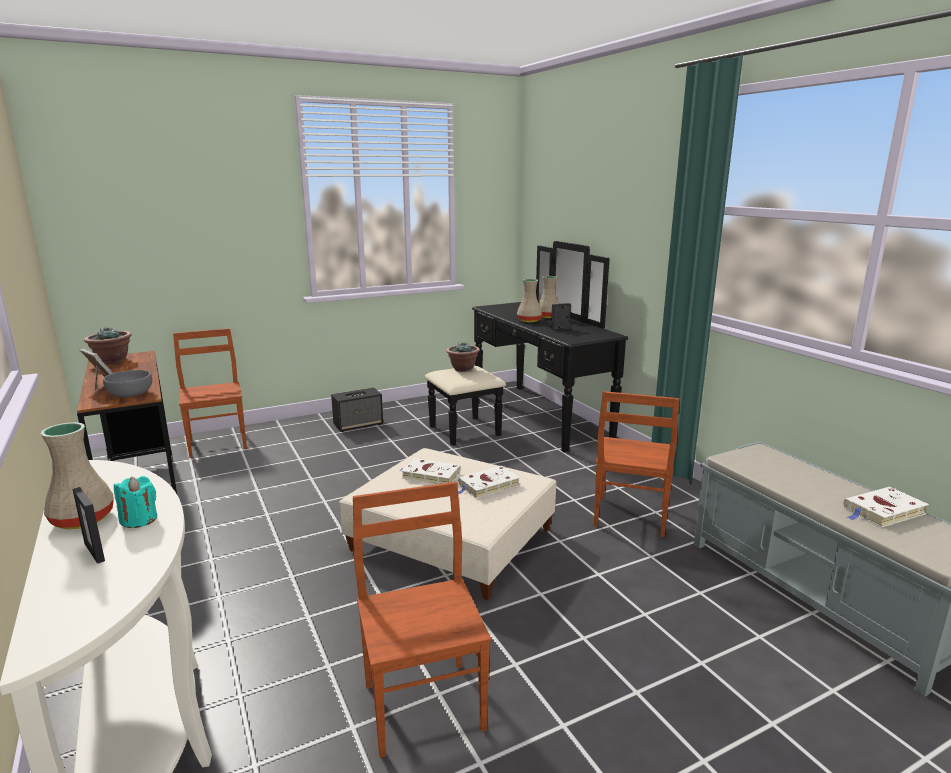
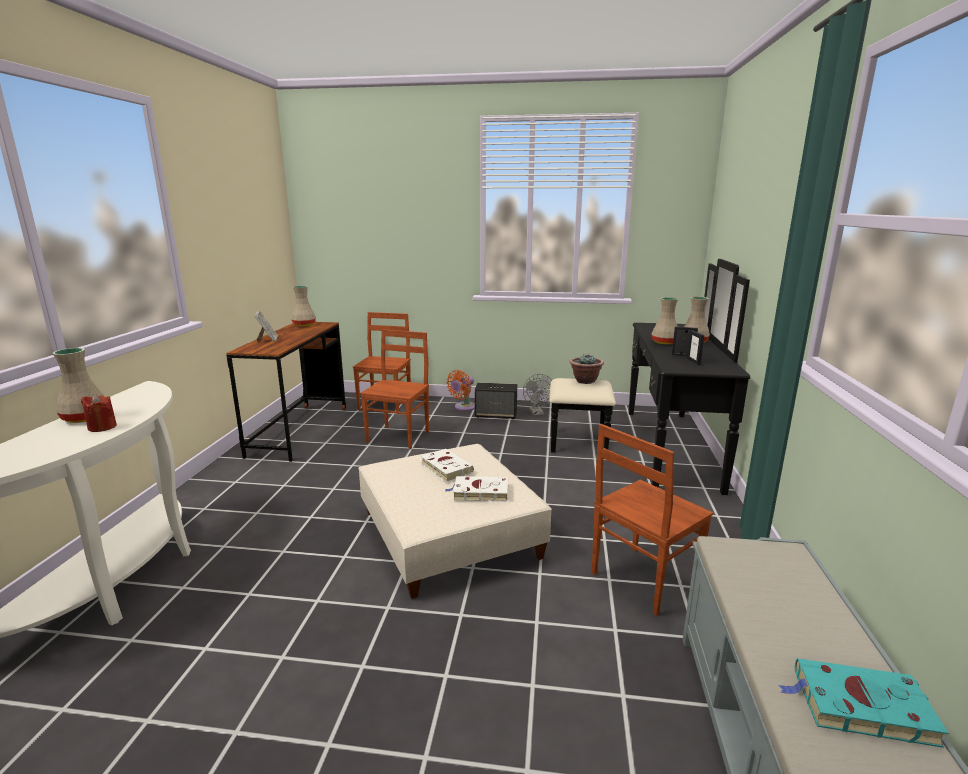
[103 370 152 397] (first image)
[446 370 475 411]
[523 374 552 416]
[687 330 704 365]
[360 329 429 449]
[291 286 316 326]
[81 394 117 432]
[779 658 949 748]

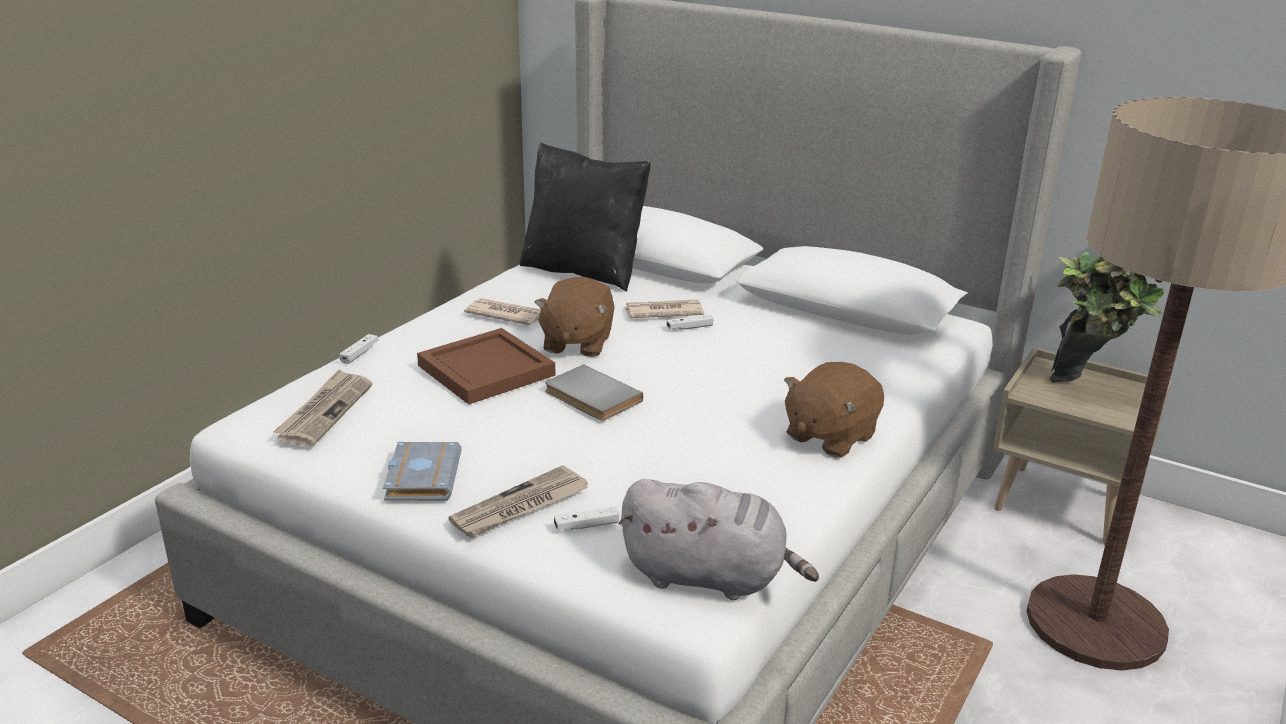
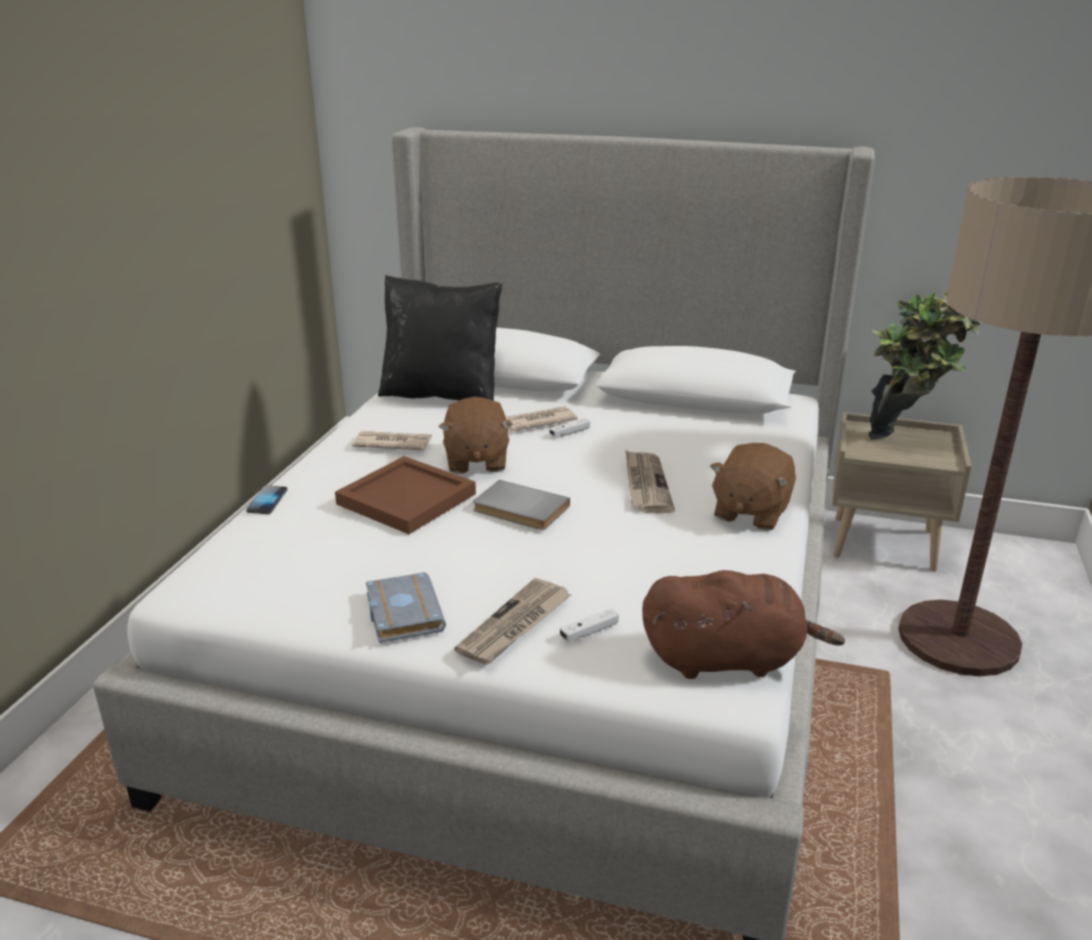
[626 450 675 513]
[246 485 288 514]
[642 570 845 679]

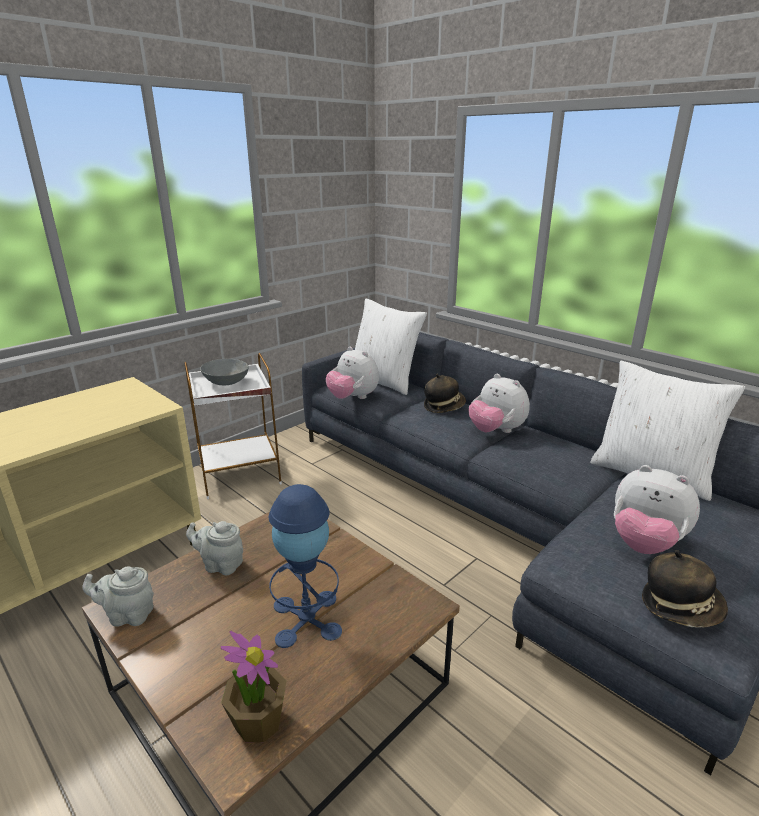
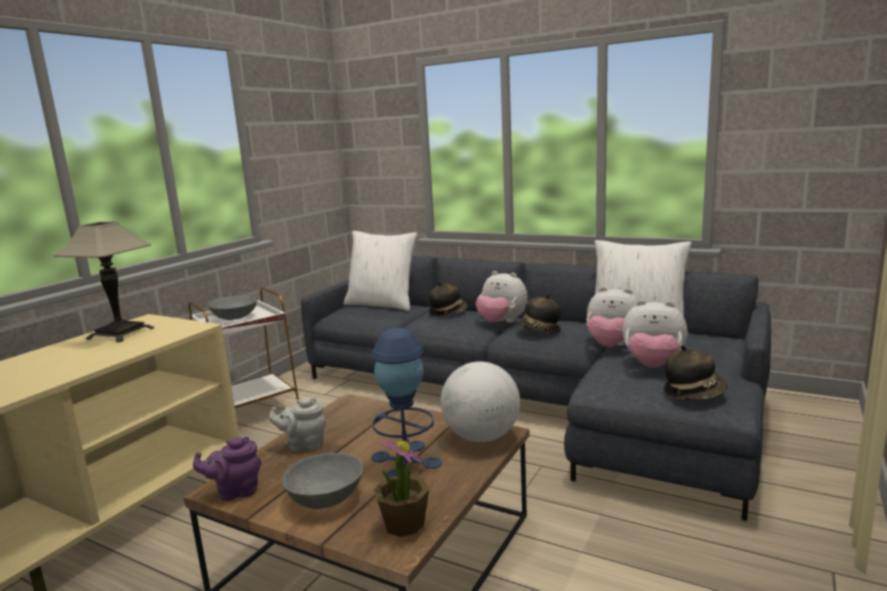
[53 222 154 342]
[283 453 363 509]
[441 361 520 442]
[517 294 561 333]
[586 287 639 347]
[193 437 261 501]

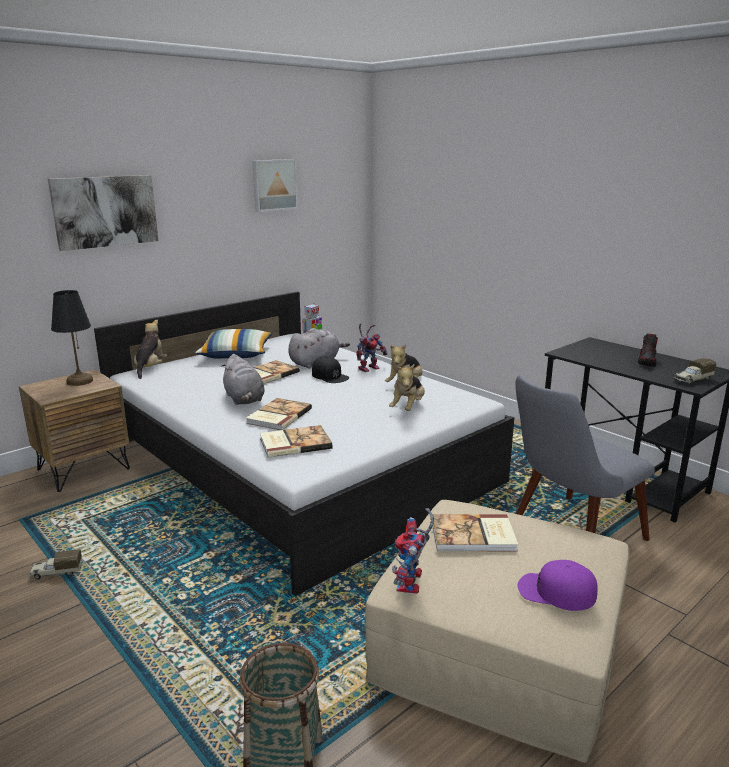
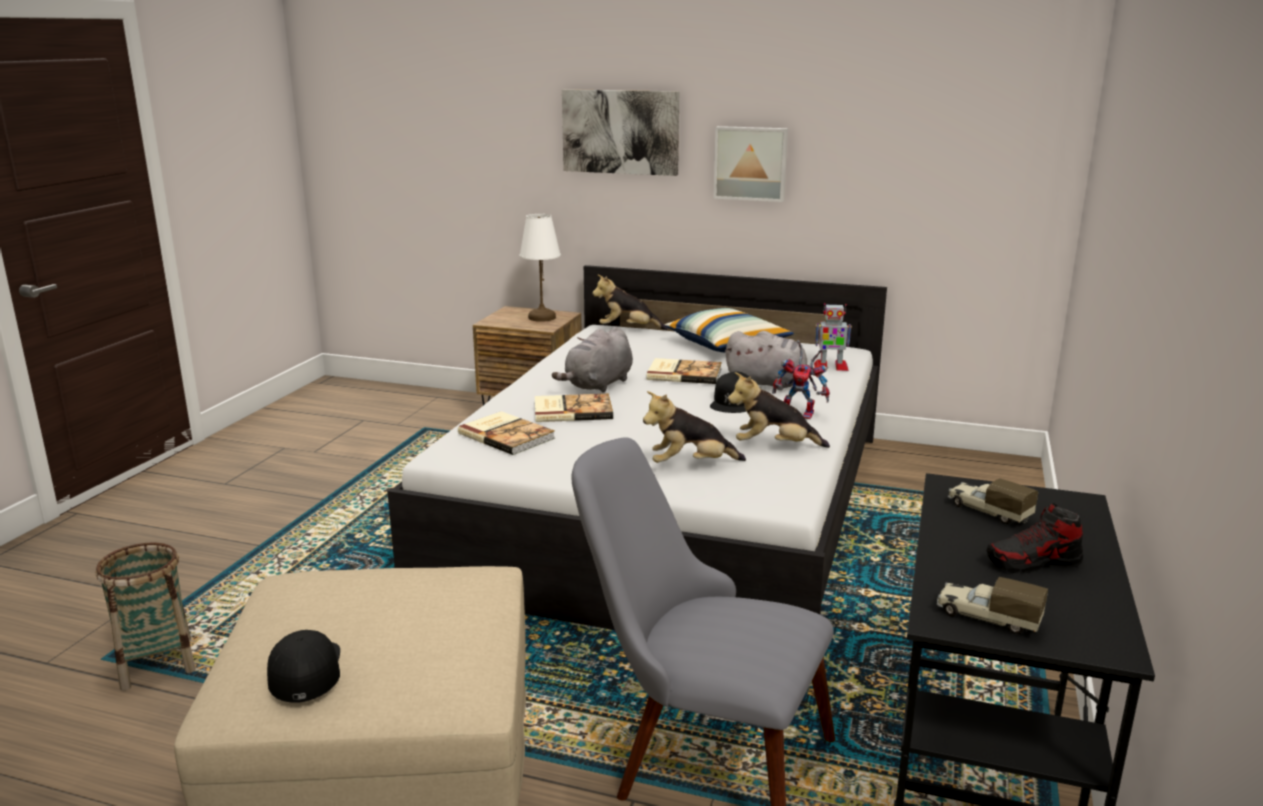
[392 508 434 594] (first image)
[433 514 518 552] (first image)
[948 479 1038 524]
[713 126 788 202]
[519 214 561 322]
[267 630 340 703]
[592 275 668 330]

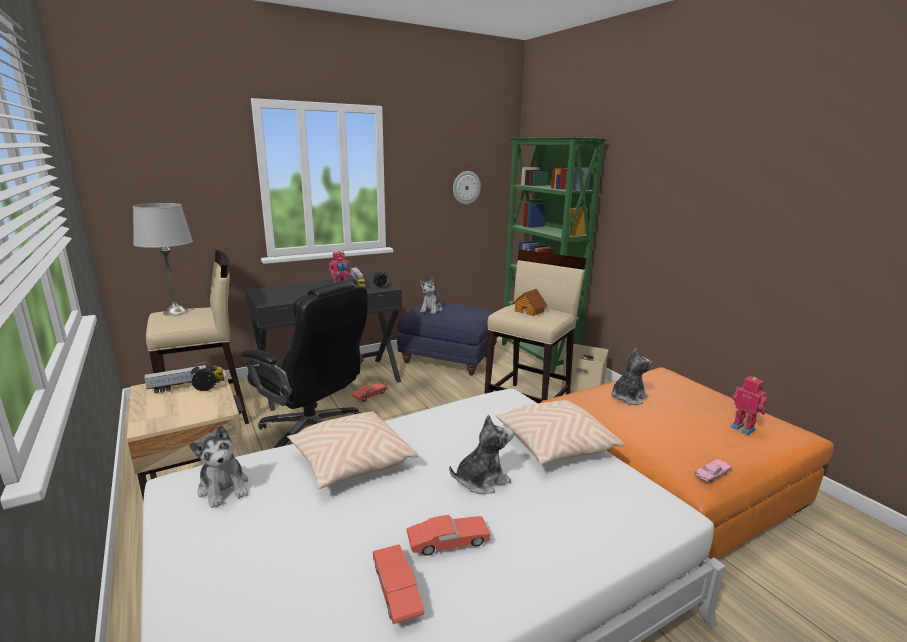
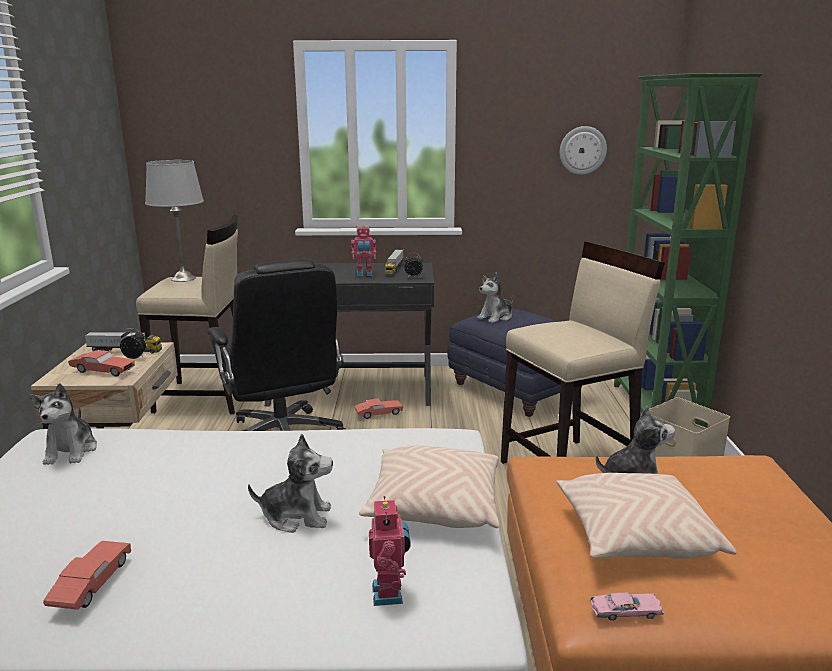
[512 289 547 316] (first image)
[556 473 737 559]
[68 350 135 376]
[369 496 411 606]

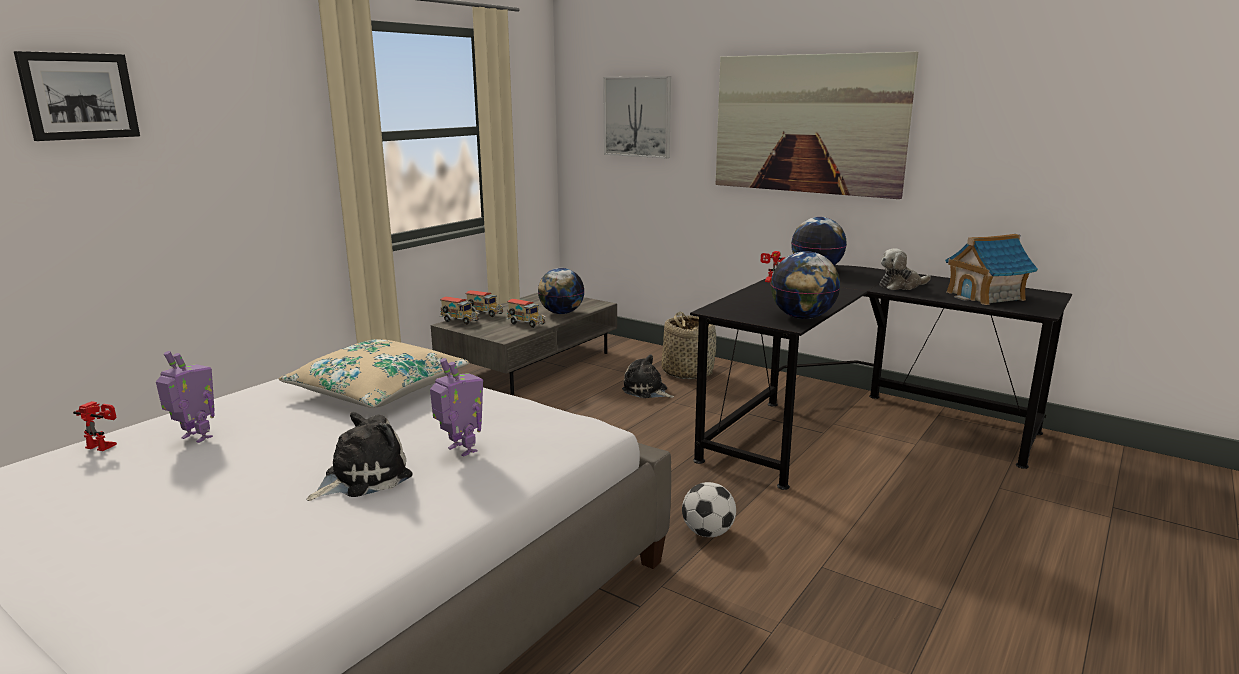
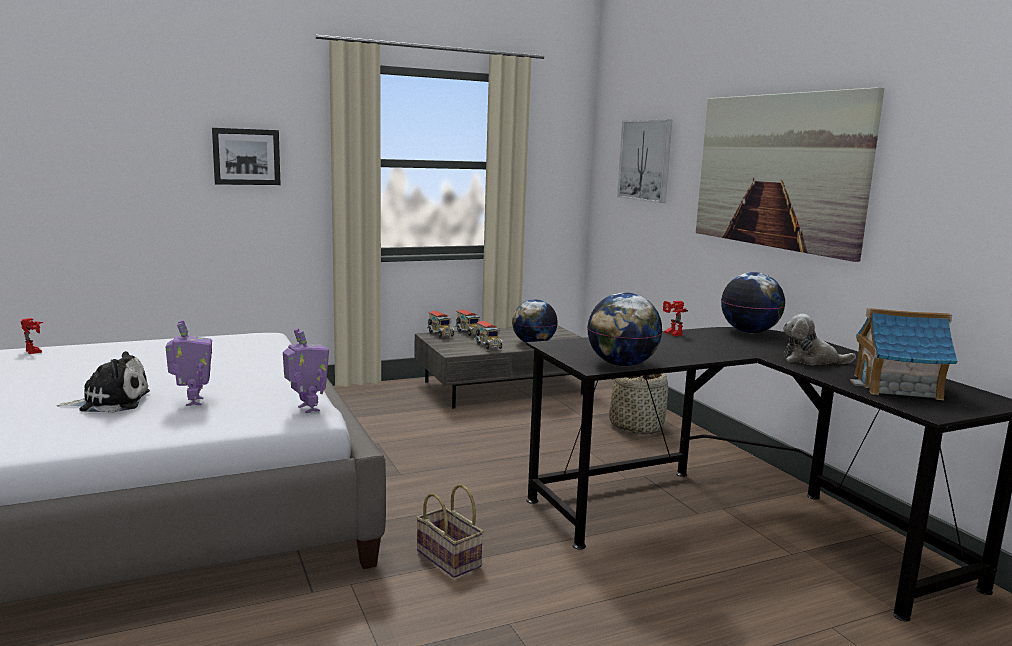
[279 339 469 408] (first image)
[622 354 674 398] (first image)
[212 128 281 185]
[283 328 329 413]
[416 484 484 578]

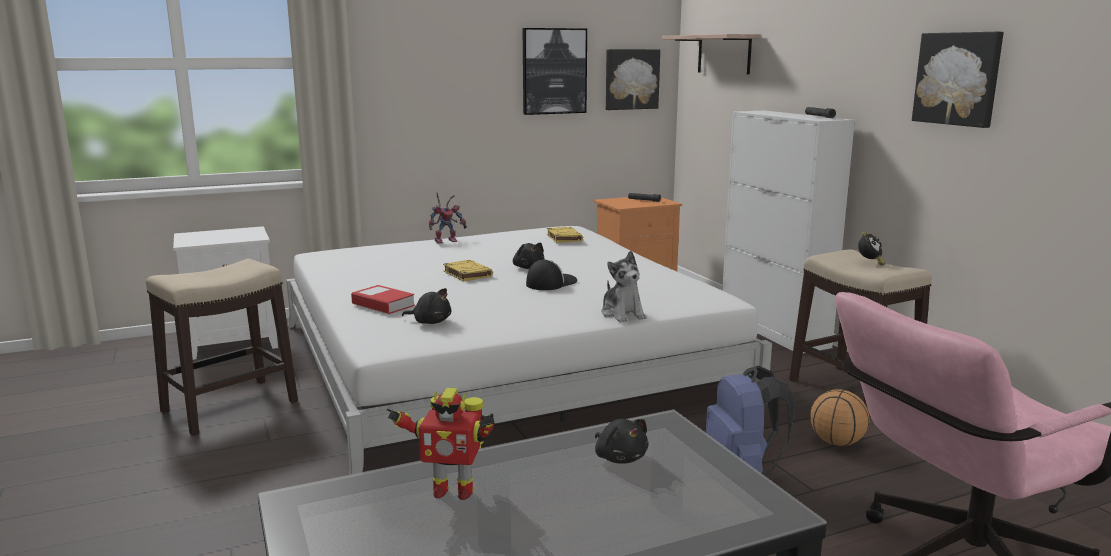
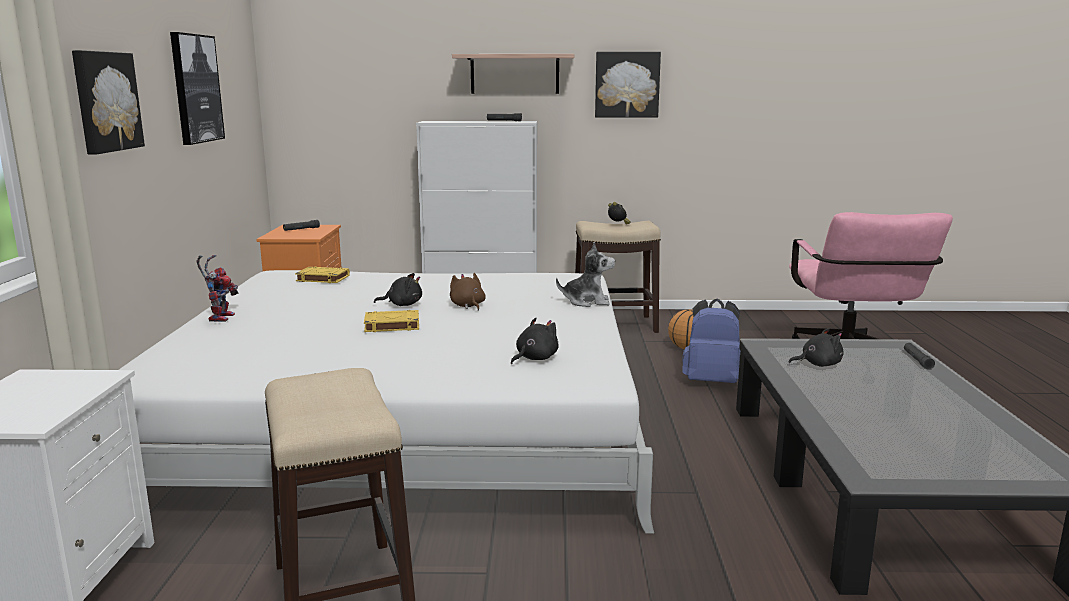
[351 285 415 314] (first image)
[387 388 495 500] (first image)
[904 343 935 369]
[72 50 145 155]
[452 54 574 94]
[450 273 486 311]

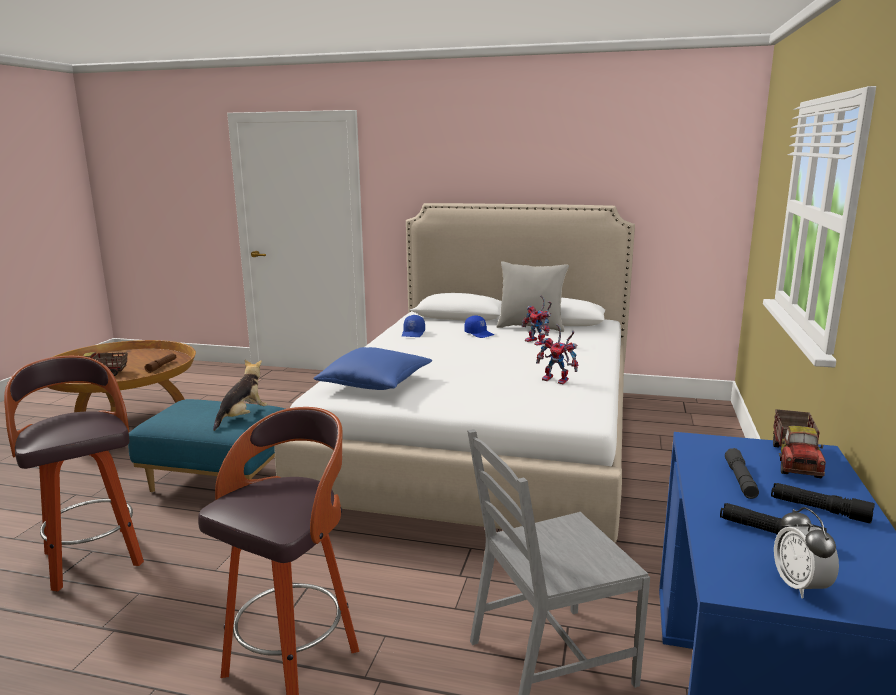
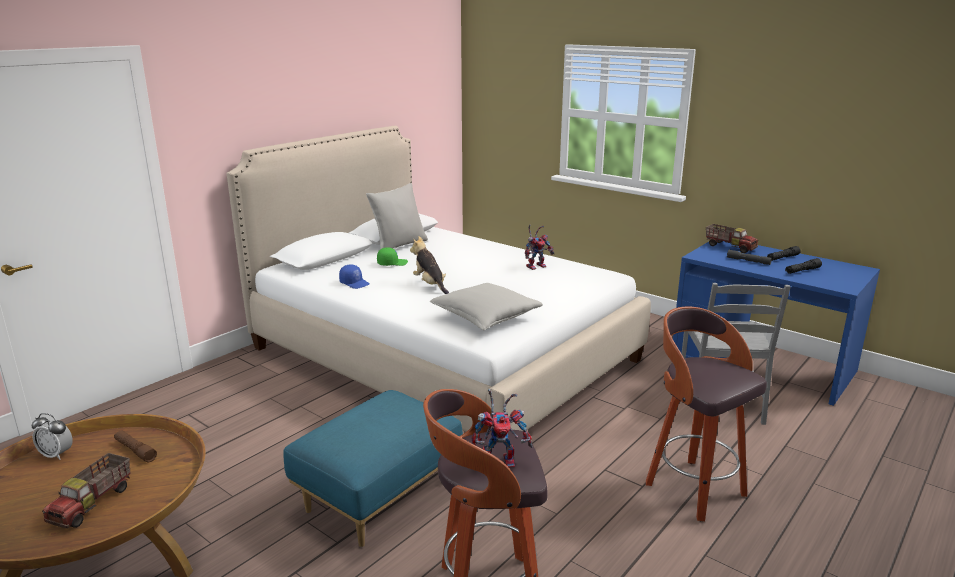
[410 236 449 294]
[472 389 533 468]
[32 413 73 460]
[430 283 543 330]
[377 247 408 266]

